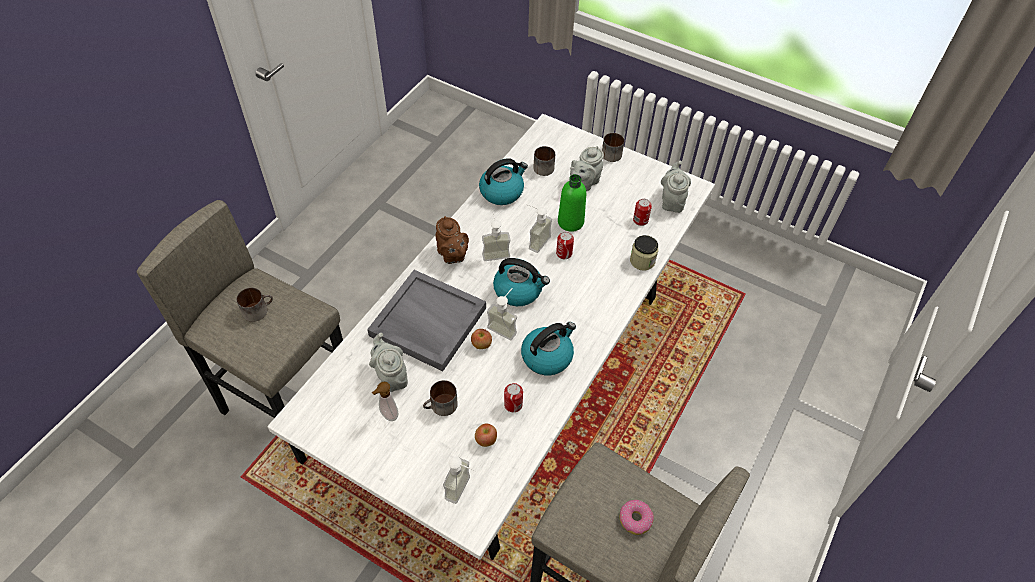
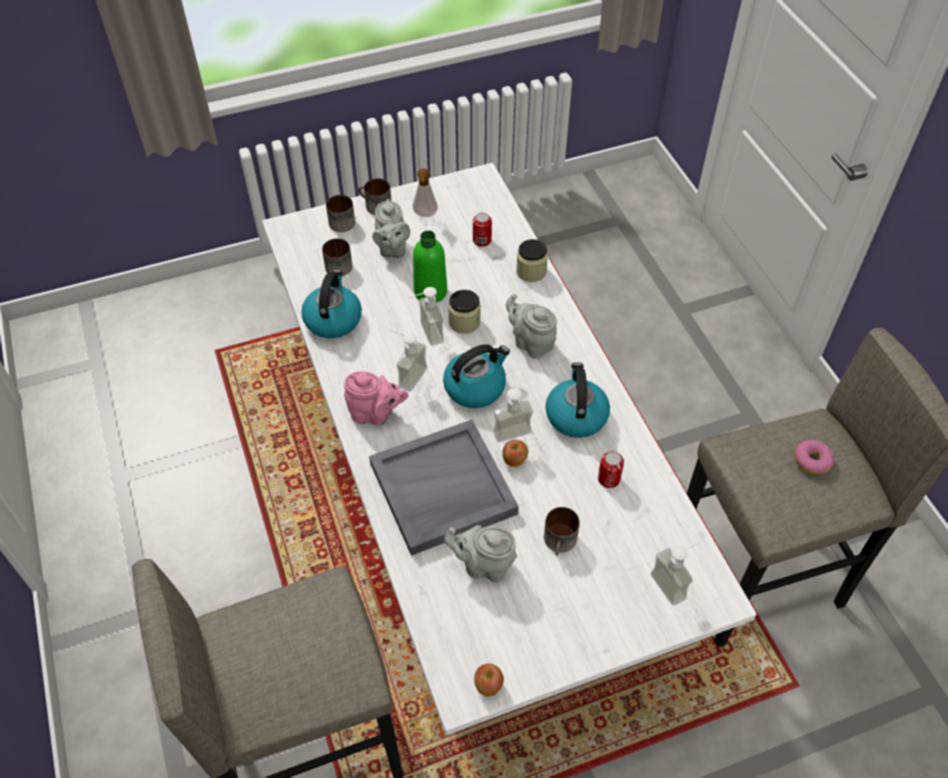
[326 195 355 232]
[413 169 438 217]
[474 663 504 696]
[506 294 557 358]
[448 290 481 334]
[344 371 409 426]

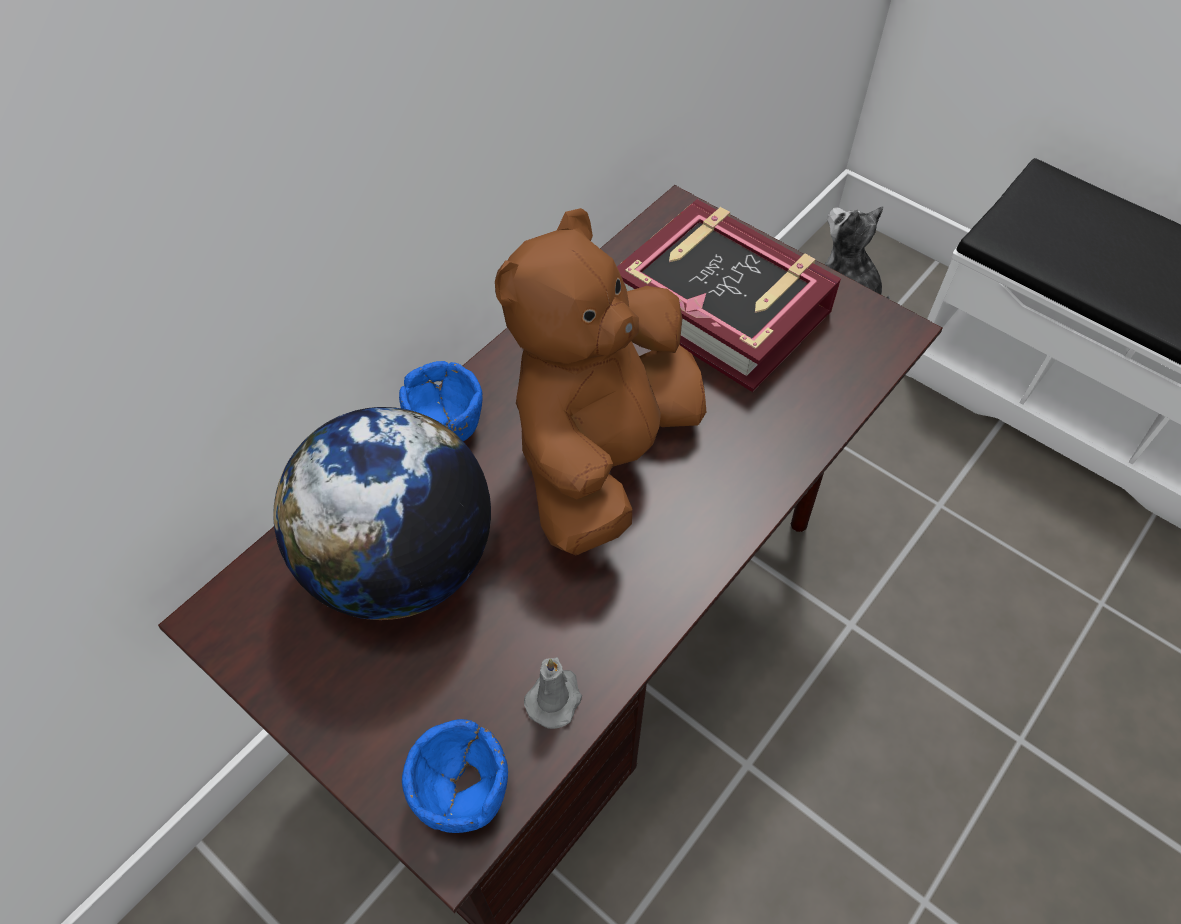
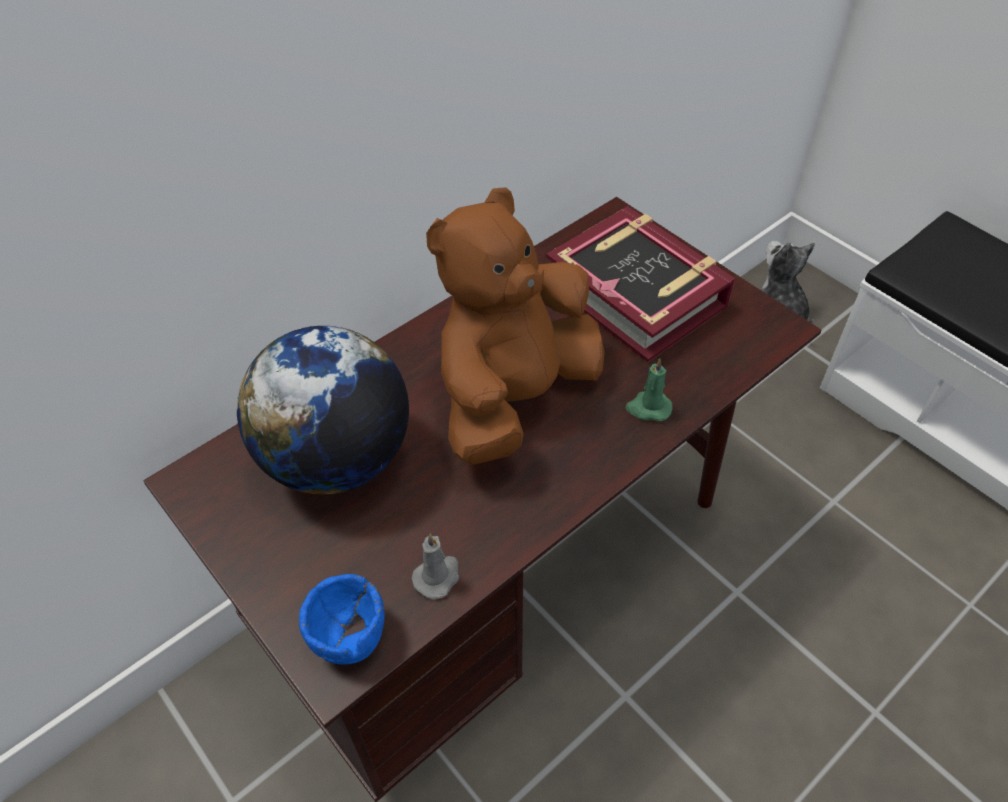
[399 361 483 441] (first image)
[626 358 673 421]

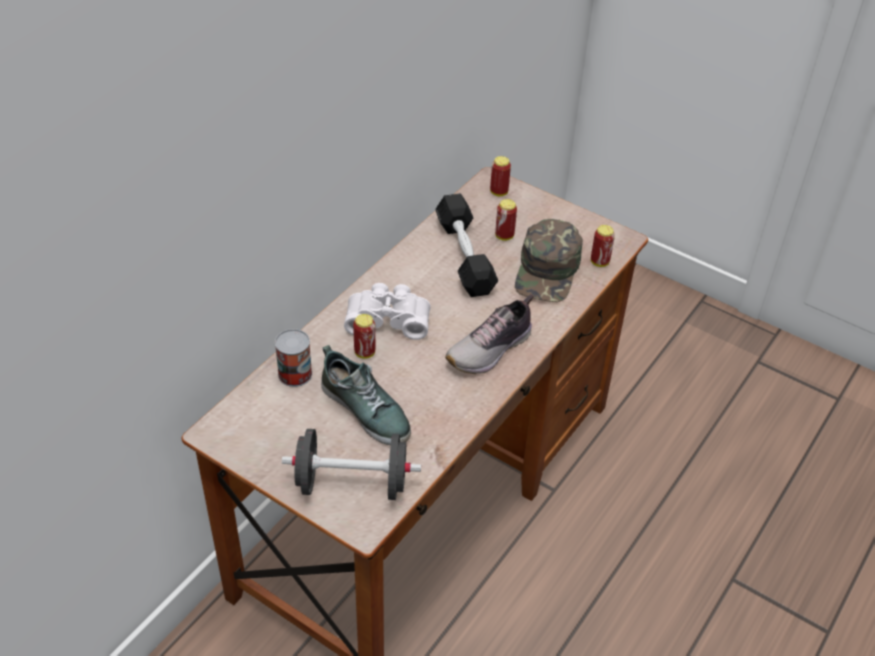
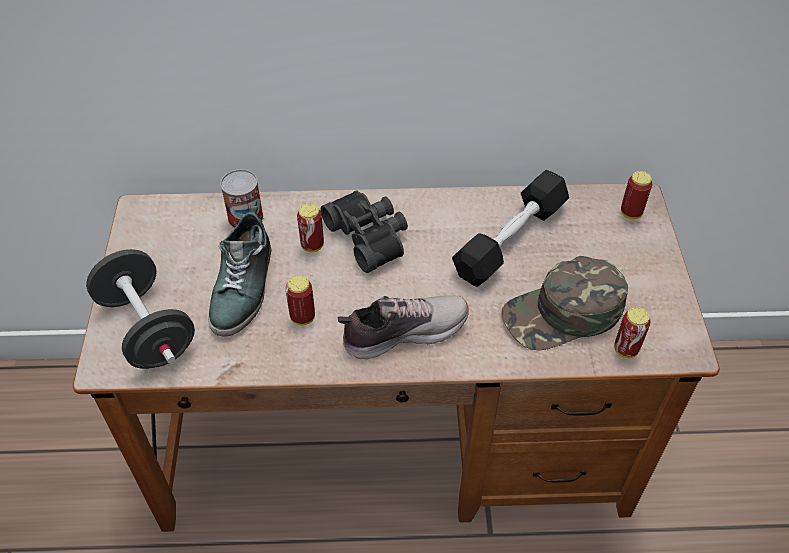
[285 275 315 325]
[321 190 408 273]
[338 295 469 359]

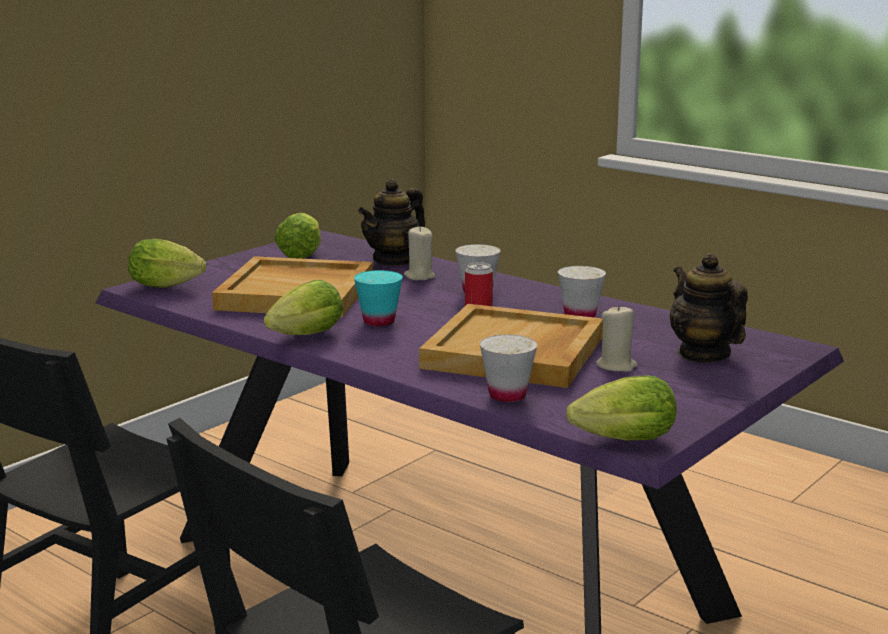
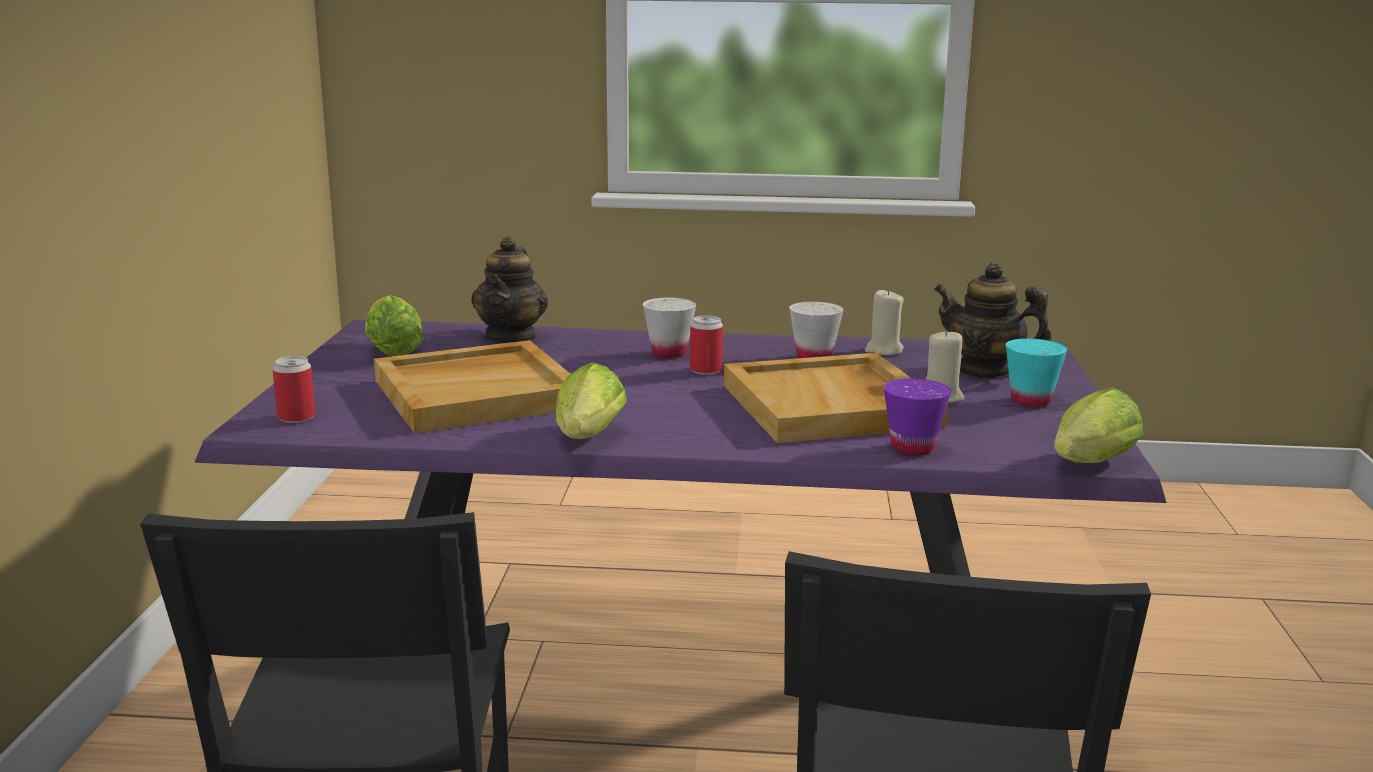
[1006 338 1068 407]
[865 289 904 355]
[272 356 315 423]
[884 378 951 456]

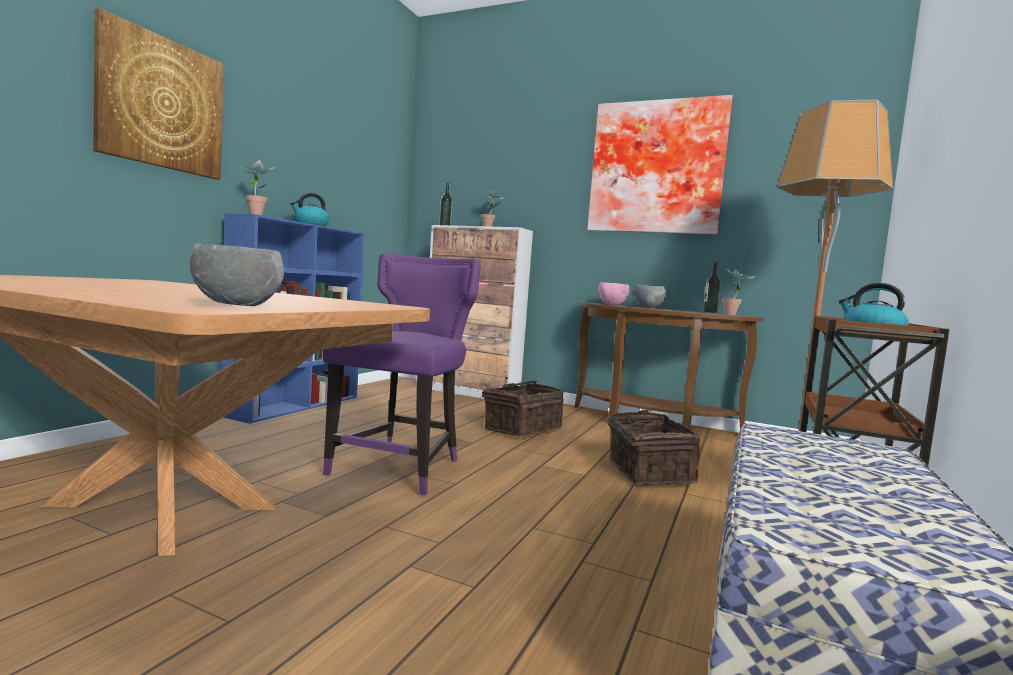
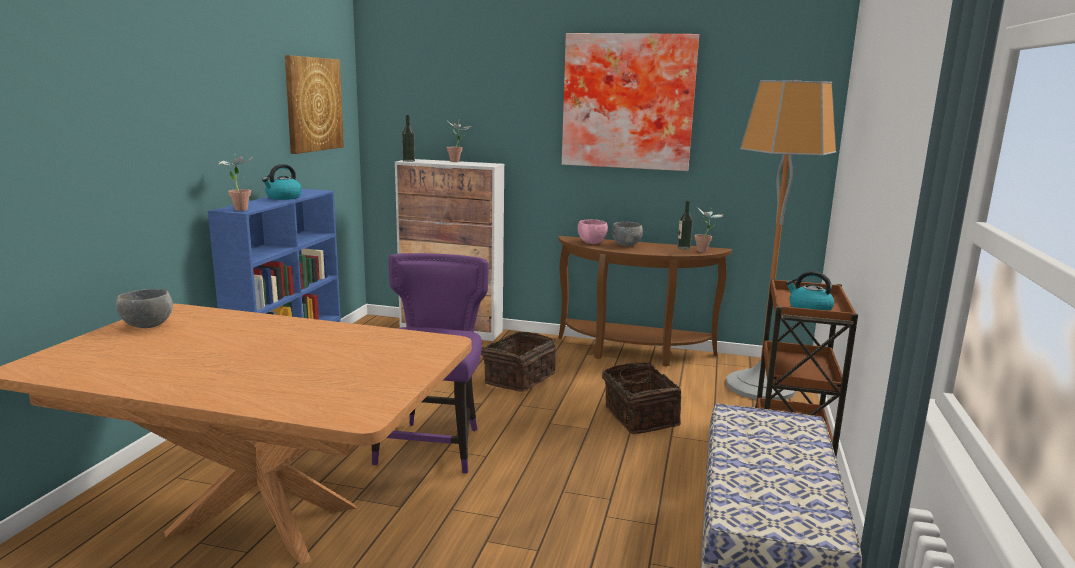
[285 55 344 154]
[116 289 173 328]

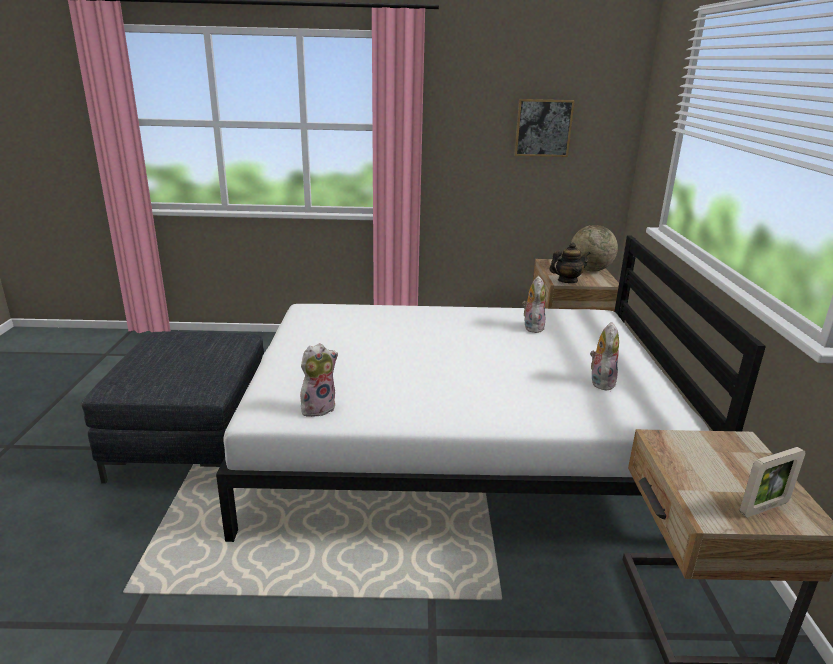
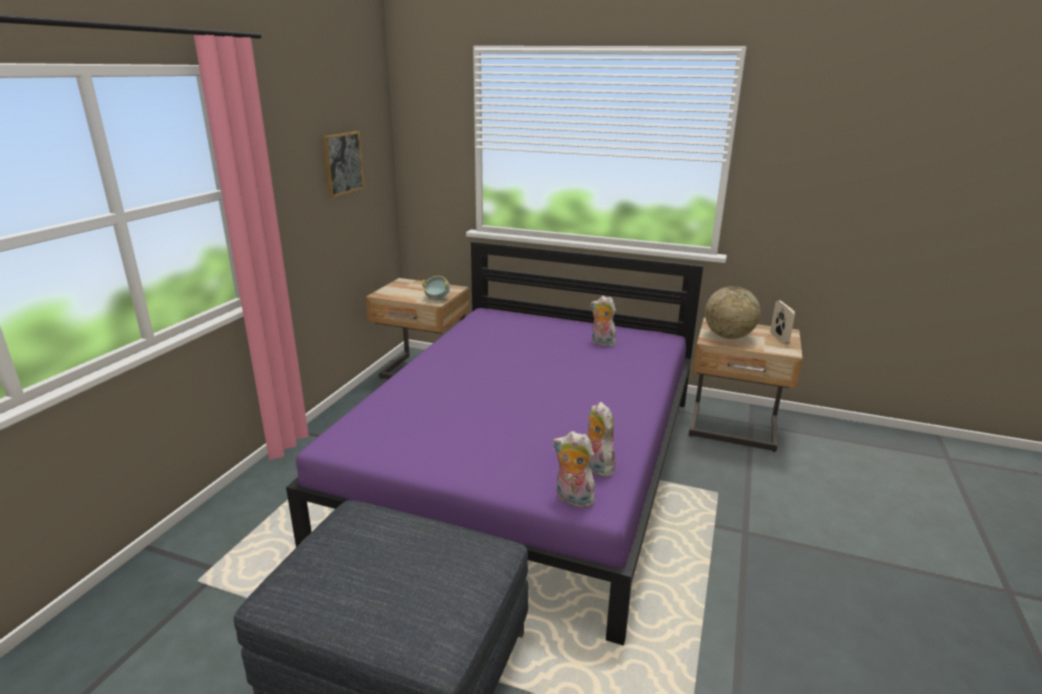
[553 431 595 508]
[705 286 760 339]
[422 276 450 301]
[286 241 704 646]

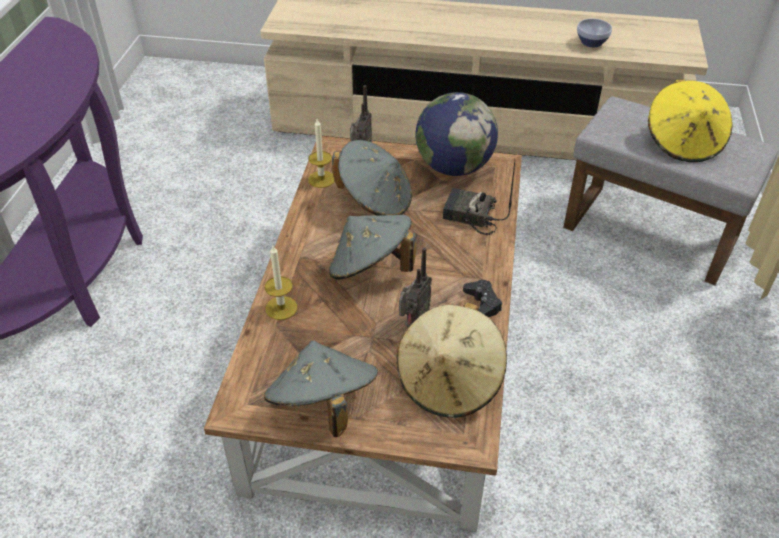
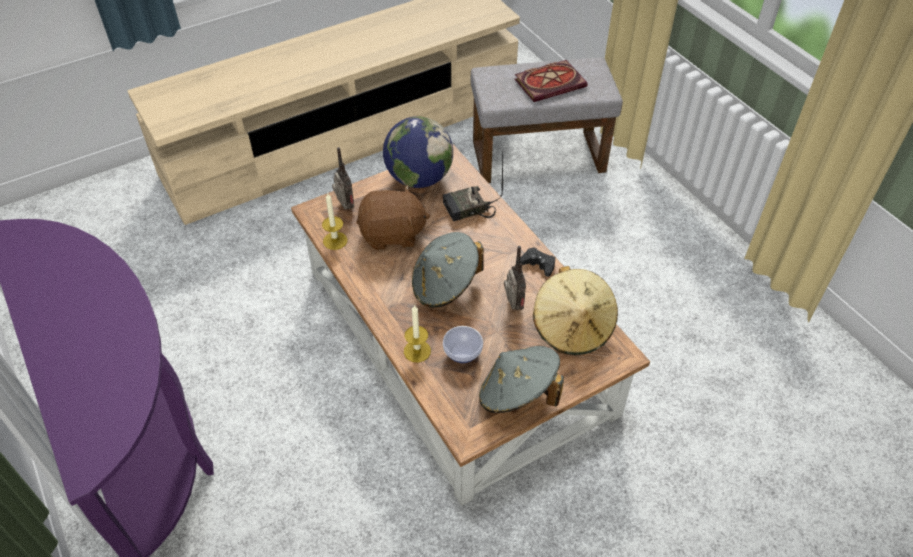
[443 326 483 363]
[356 185 430 250]
[515 60 588 102]

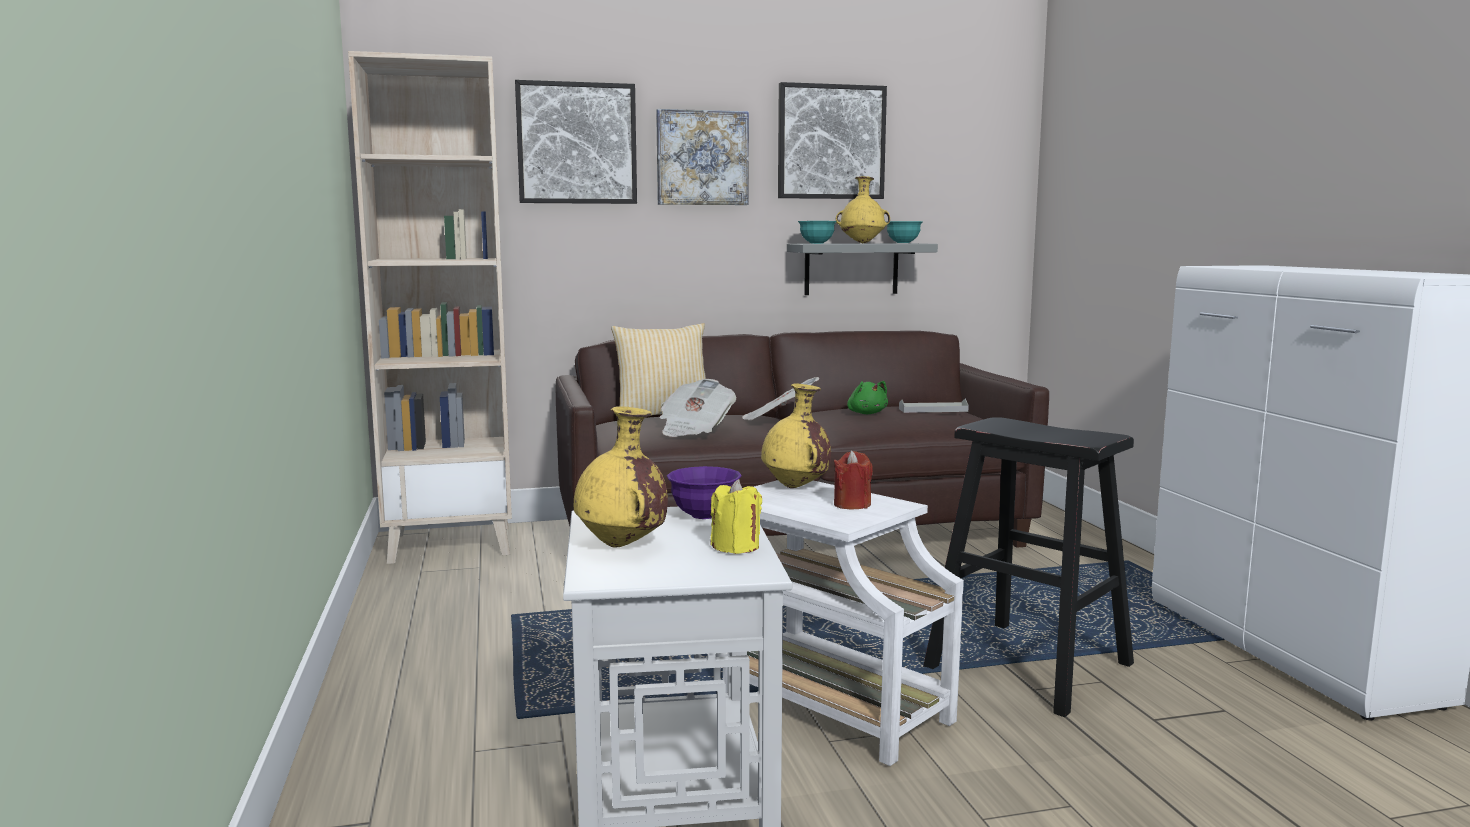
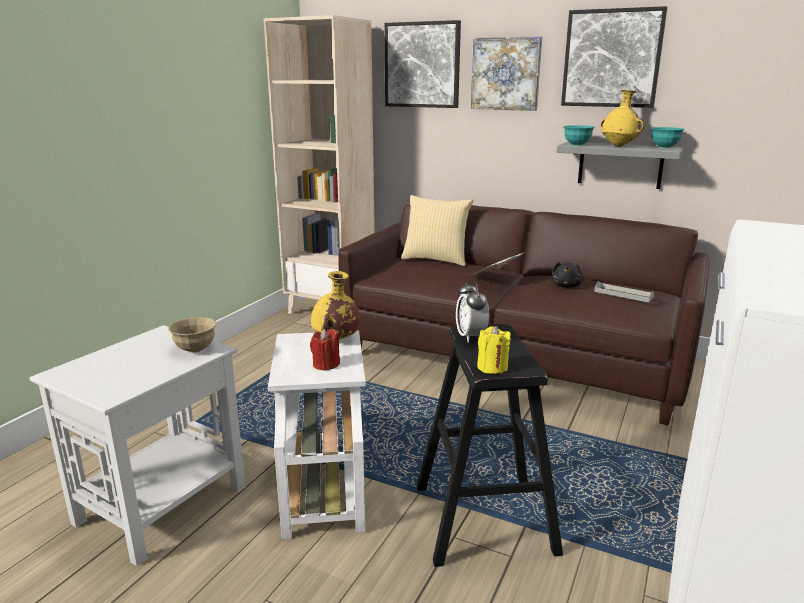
[574 406 668 548] (first image)
[659 379 736 437] (first image)
[456 279 489 342]
[477 326 511 374]
[168 317 216 353]
[551 262 584 288]

